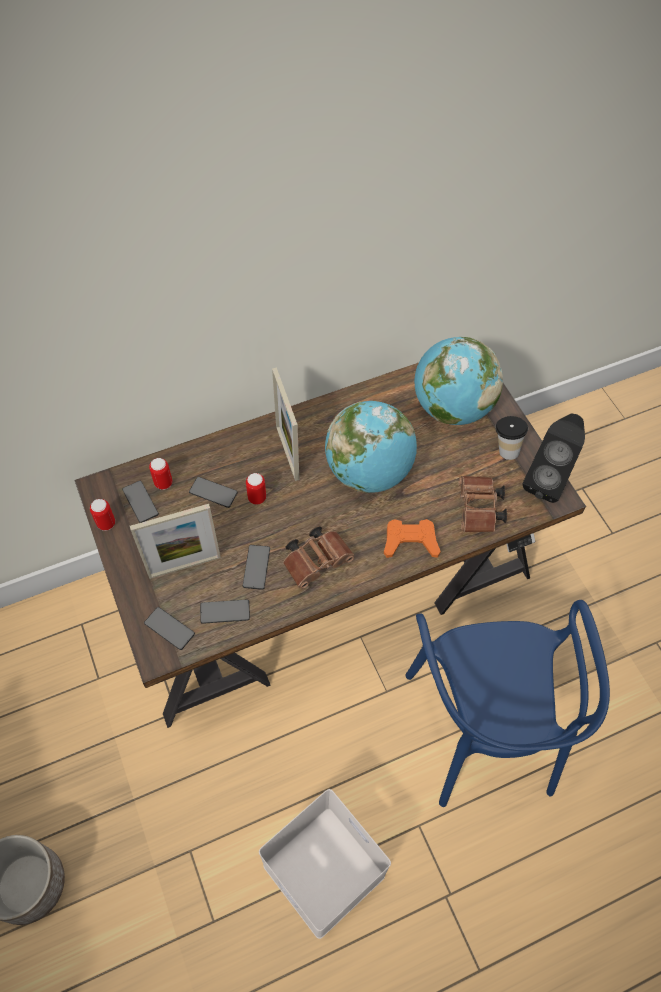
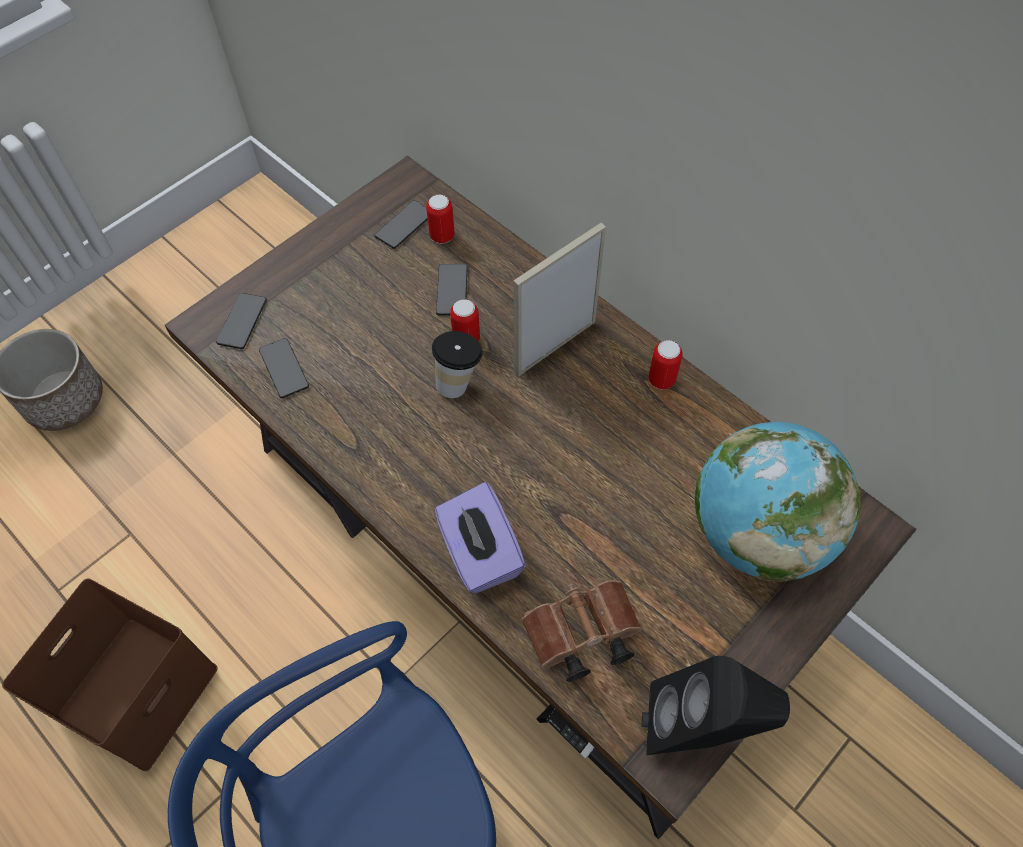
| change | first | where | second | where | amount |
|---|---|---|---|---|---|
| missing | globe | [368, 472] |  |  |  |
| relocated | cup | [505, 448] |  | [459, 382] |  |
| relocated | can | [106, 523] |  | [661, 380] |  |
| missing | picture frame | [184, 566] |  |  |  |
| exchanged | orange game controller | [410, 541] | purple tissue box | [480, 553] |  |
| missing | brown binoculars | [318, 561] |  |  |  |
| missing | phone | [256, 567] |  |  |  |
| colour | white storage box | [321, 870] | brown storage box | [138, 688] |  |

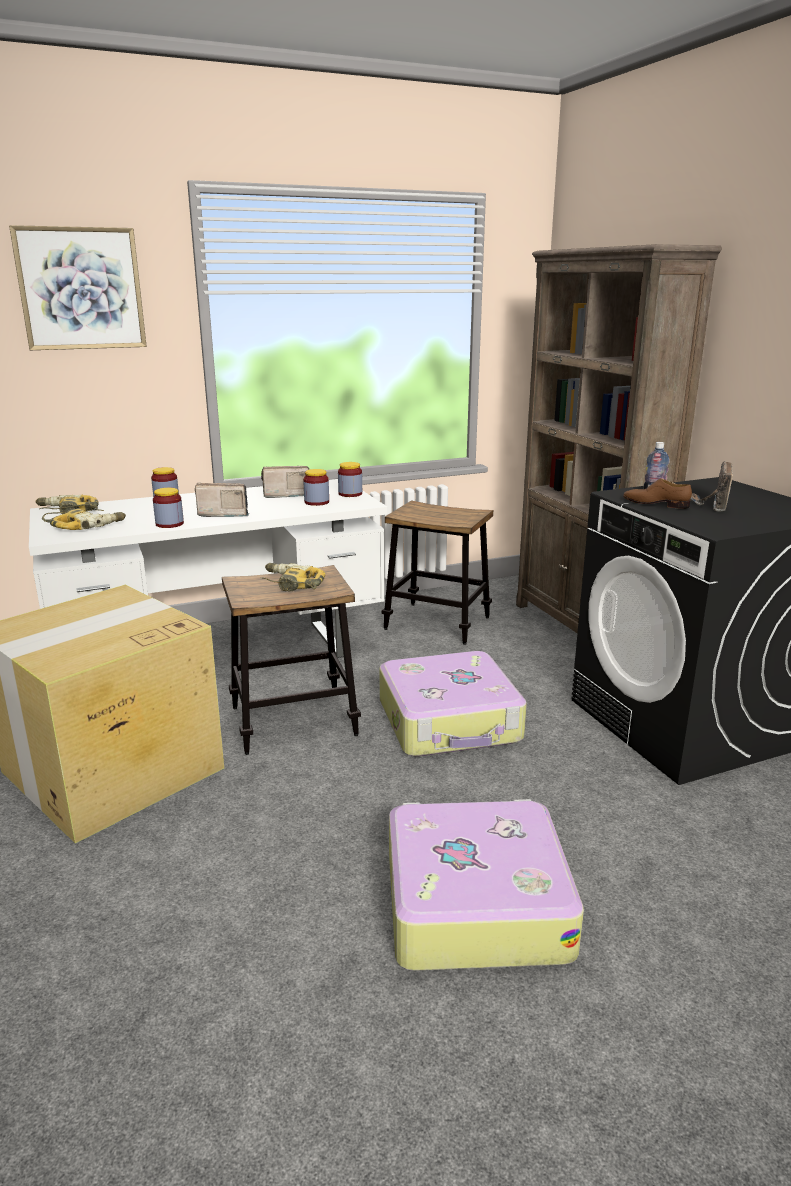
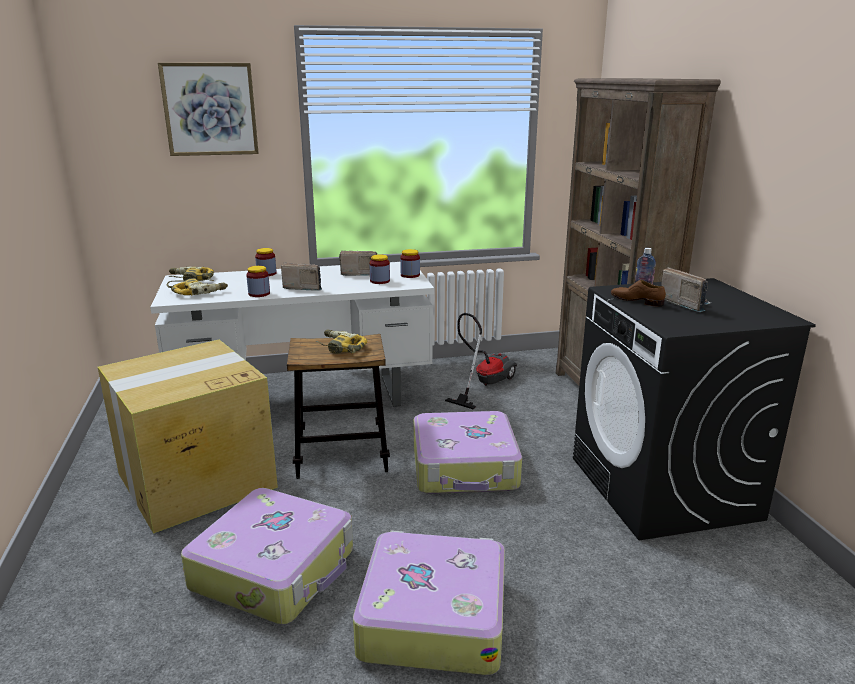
| change | first | where | second | where | amount |
|---|---|---|---|---|---|
| spun | radio | [710, 504] |  | [685, 304] | 120 degrees clockwise |
| exchanged | stool | [437, 623] | vacuum cleaner | [483, 384] |  |
| appeared |  |  | suitcase | [275, 569] |  |

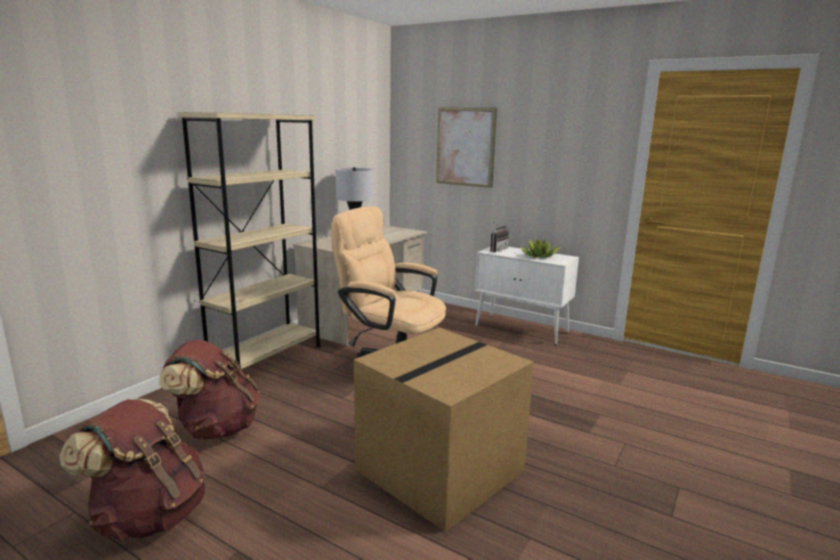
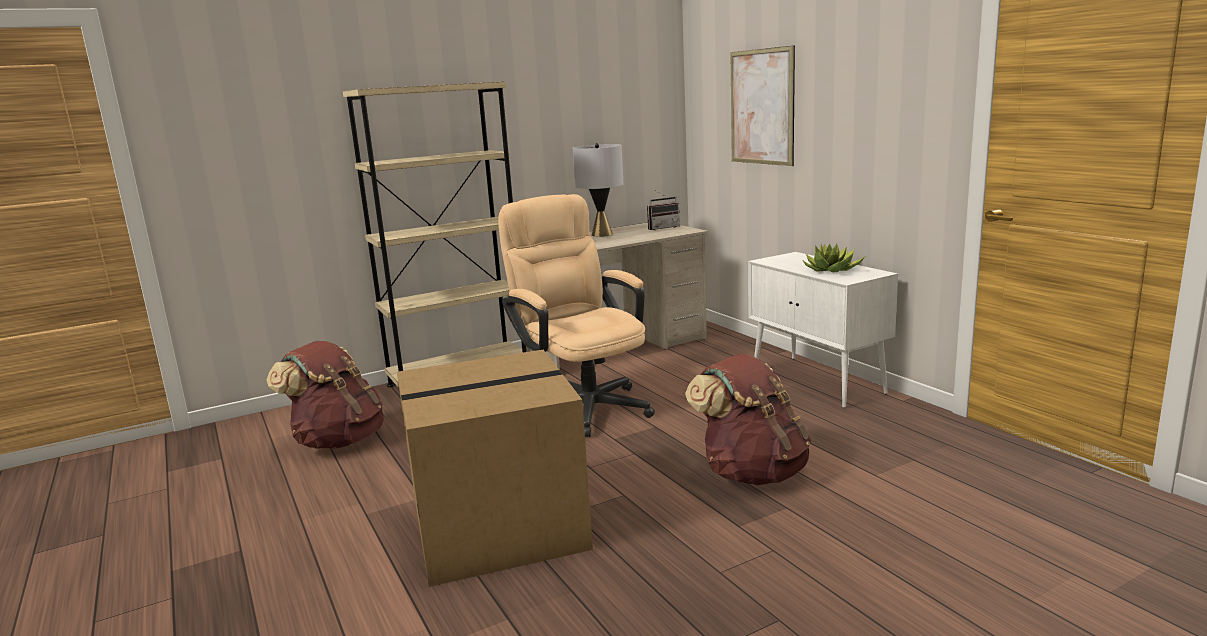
| change | first | where | second | where | amount |
|---|---|---|---|---|---|
| relocated | radio | [496, 249] |  | [662, 228] |  |
| relocated | brown backpack | [149, 515] |  | [751, 472] |  |

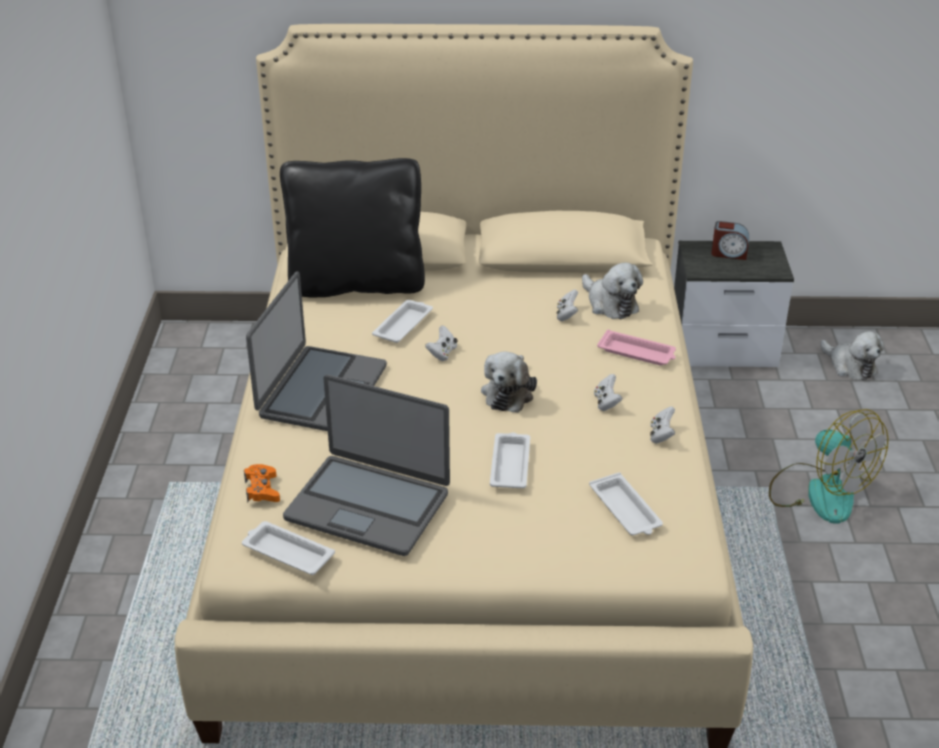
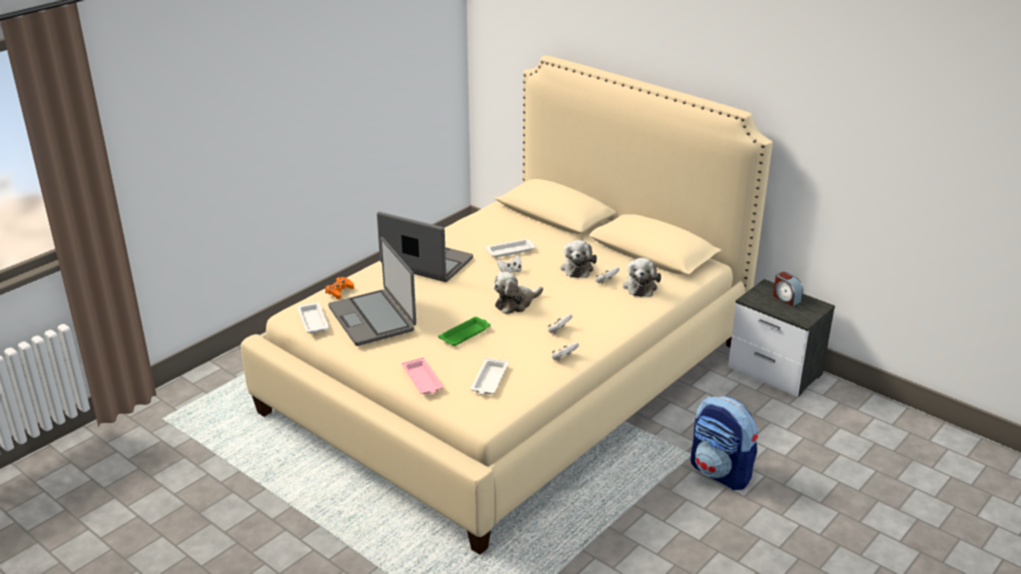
| change | first | where | second | where | amount |
|---|---|---|---|---|---|
| missing | black pillow | [356, 284] |  |  |  |
| spun | laptop | [321, 391] |  | [426, 263] | 120 degrees counterclockwise |
| relocated | pink tray | [637, 353] |  | [422, 380] |  |
| relocated | plush toy | [850, 366] |  | [577, 268] |  |
| exchanged | fan | [819, 492] | backpack | [721, 472] |  |
| colour | white tray | [510, 464] | green tray | [465, 334] |  |

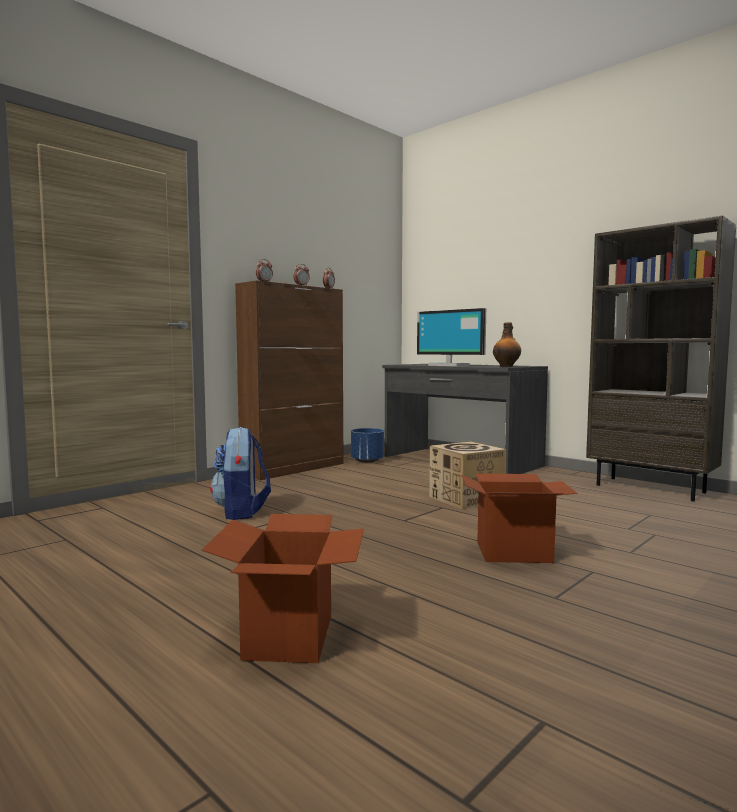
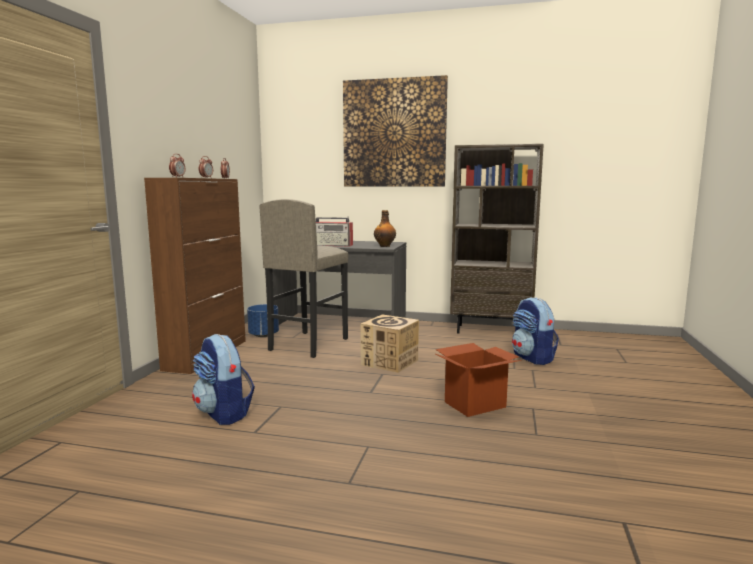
| change | first | where | second | where | amount |
|---|---|---|---|---|---|
| exchanged | monitor | [449, 365] | radio | [333, 245] |  |
| missing | cardboard box | [289, 637] |  |  |  |
| appeared |  |  | picture | [394, 133] |  |
| appeared |  |  | grey stool | [308, 344] |  |
| appeared |  |  | backpack | [532, 358] |  |

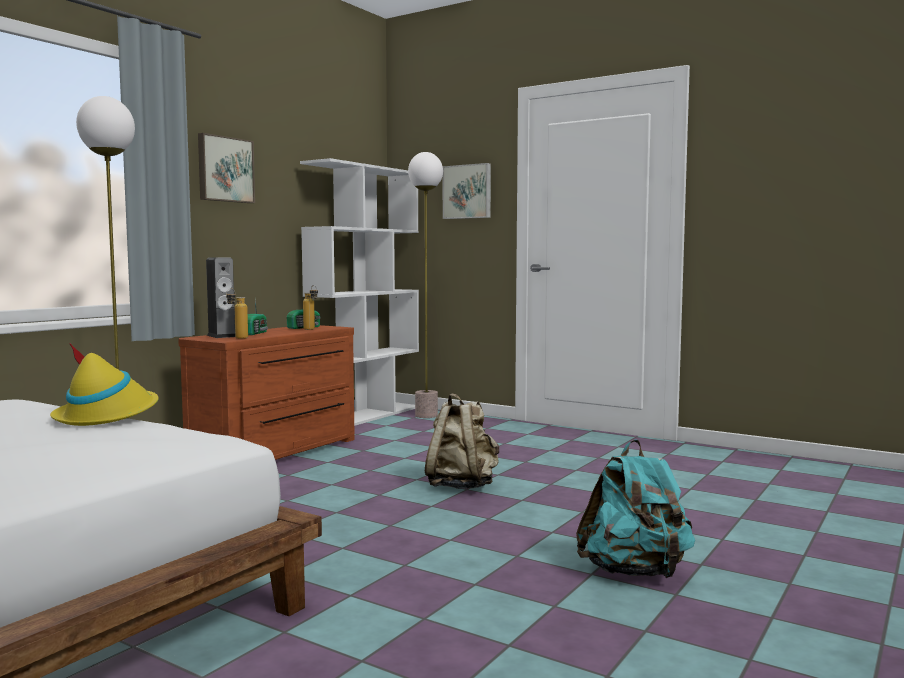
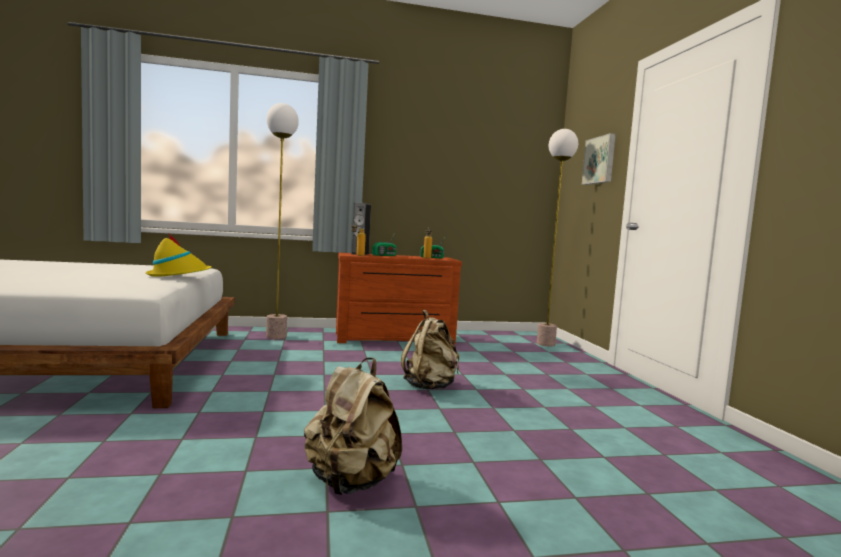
| change | first | where | second | where | amount |
|---|---|---|---|---|---|
| missing | picture | [224, 169] |  |  |  |
| missing | white bookcase | [365, 416] |  |  |  |
| colour | turquoise backpack | [634, 573] | beige backpack | [351, 483] |  |

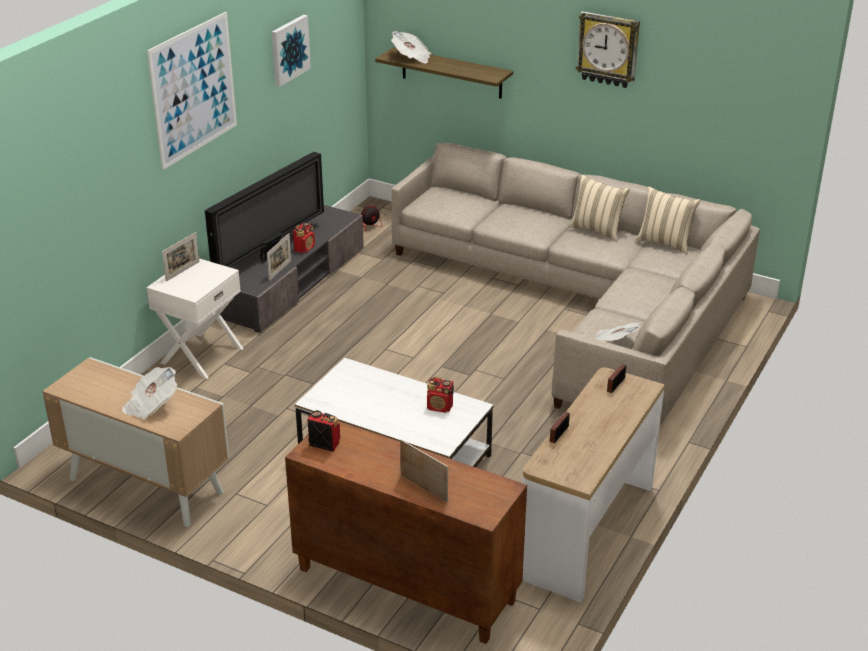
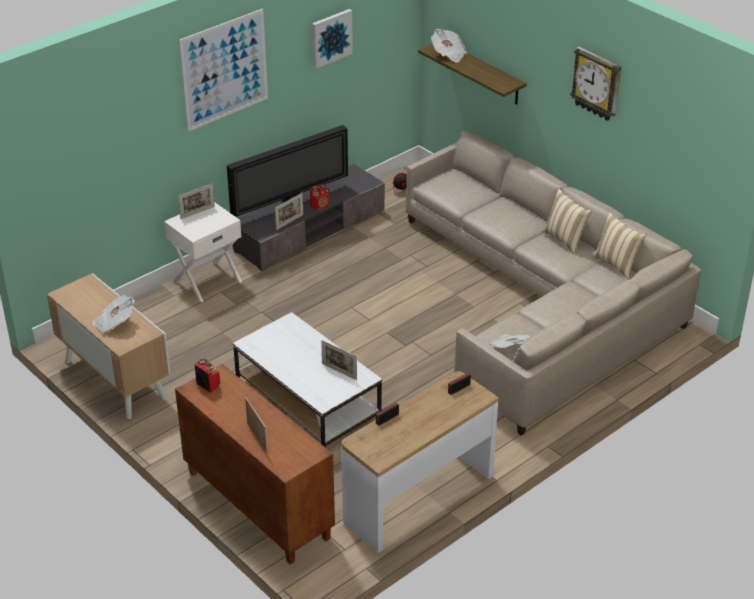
| change | first | where | second | where | amount |
|---|---|---|---|---|---|
| exchanged | radio | [440, 407] | picture frame | [339, 371] |  |

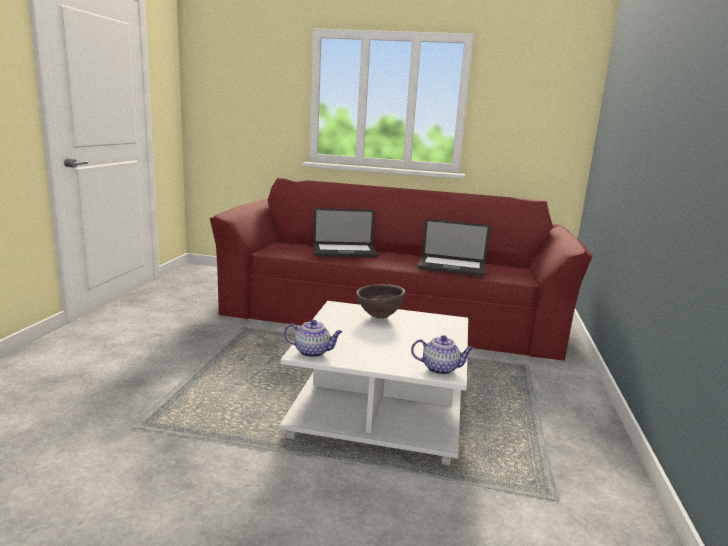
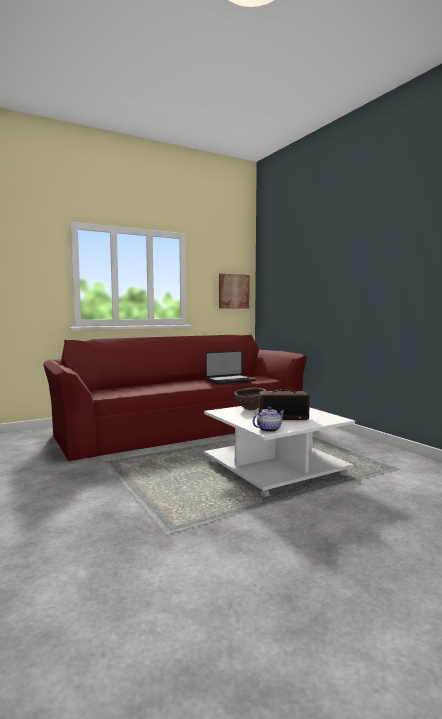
| change | first | where | second | where | amount |
|---|---|---|---|---|---|
| missing | laptop | [344, 252] |  |  |  |
| missing | teapot | [441, 369] |  |  |  |
| appeared |  |  | picture | [233, 291] |  |
| appeared |  |  | radio | [283, 417] |  |

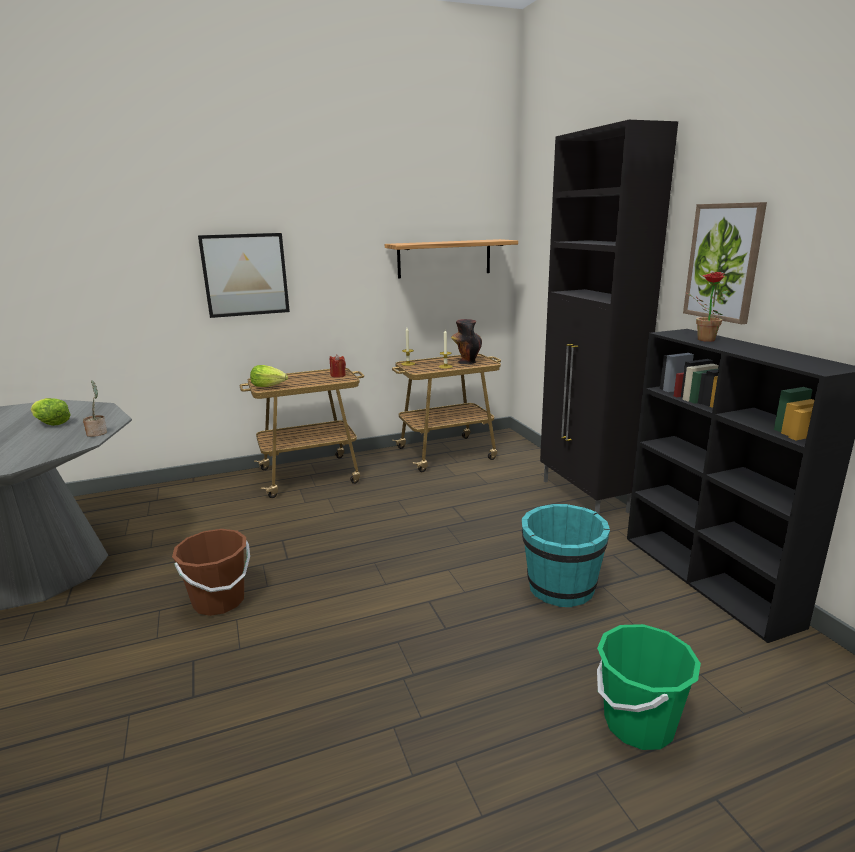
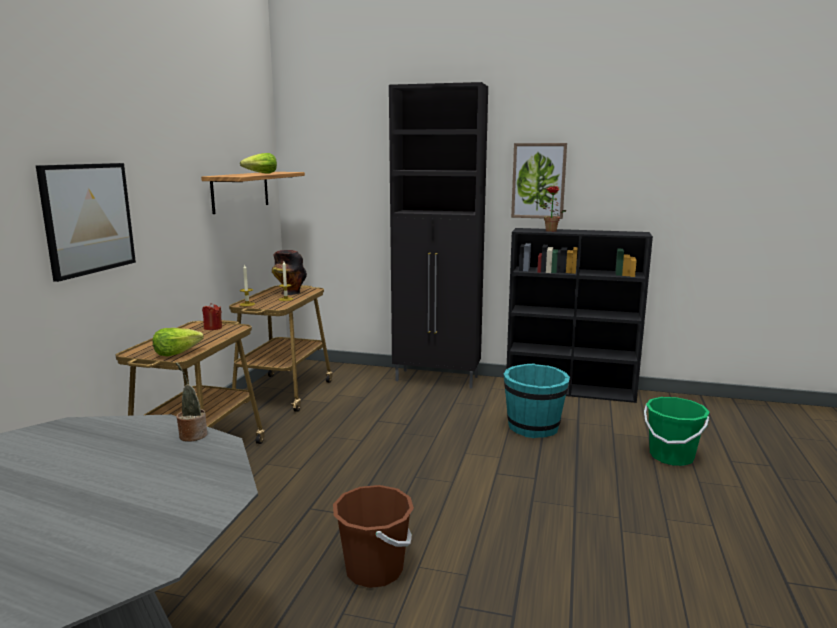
| change | first | where | second | where | amount |
|---|---|---|---|---|---|
| relocated | lettuce | [51, 423] |  | [261, 173] |  |

